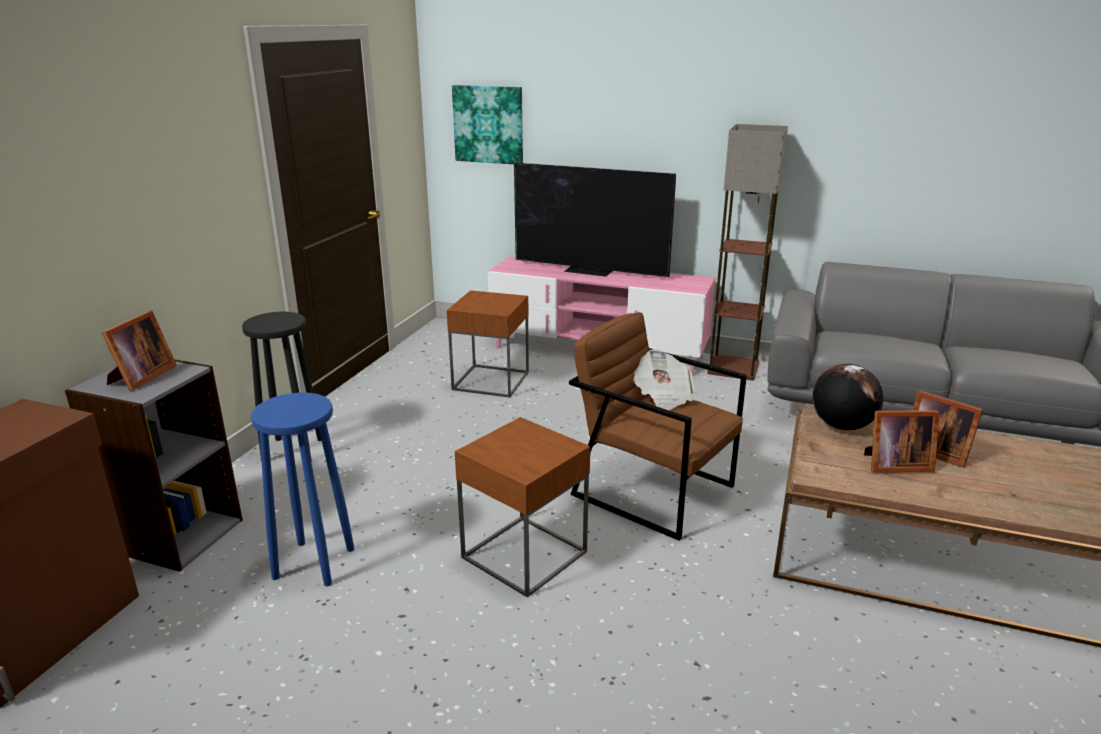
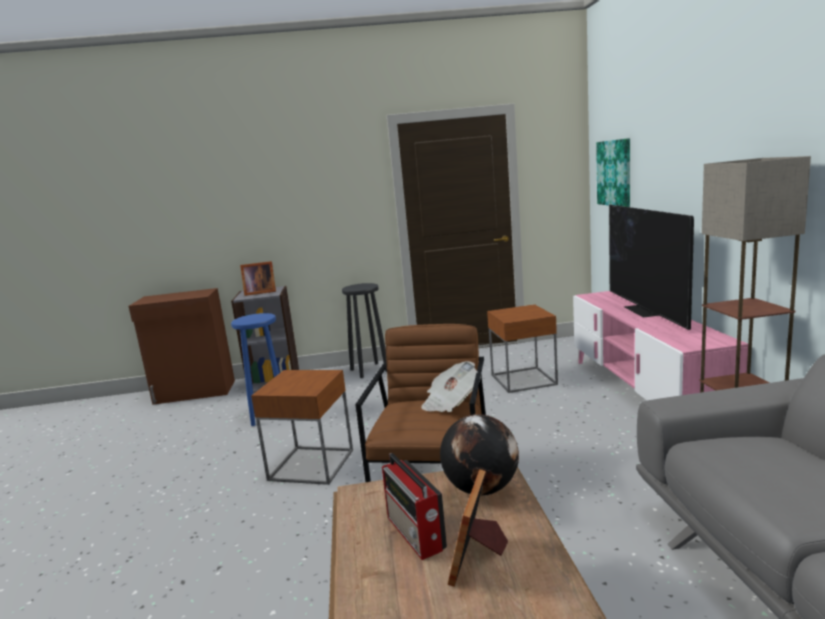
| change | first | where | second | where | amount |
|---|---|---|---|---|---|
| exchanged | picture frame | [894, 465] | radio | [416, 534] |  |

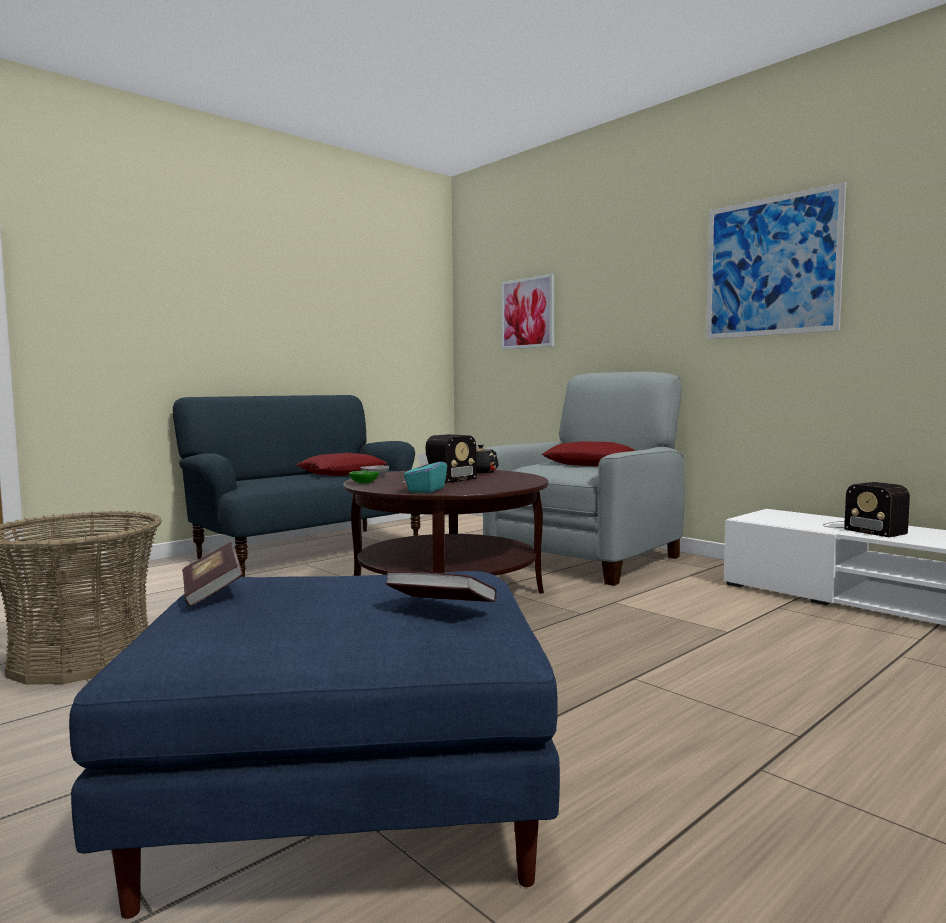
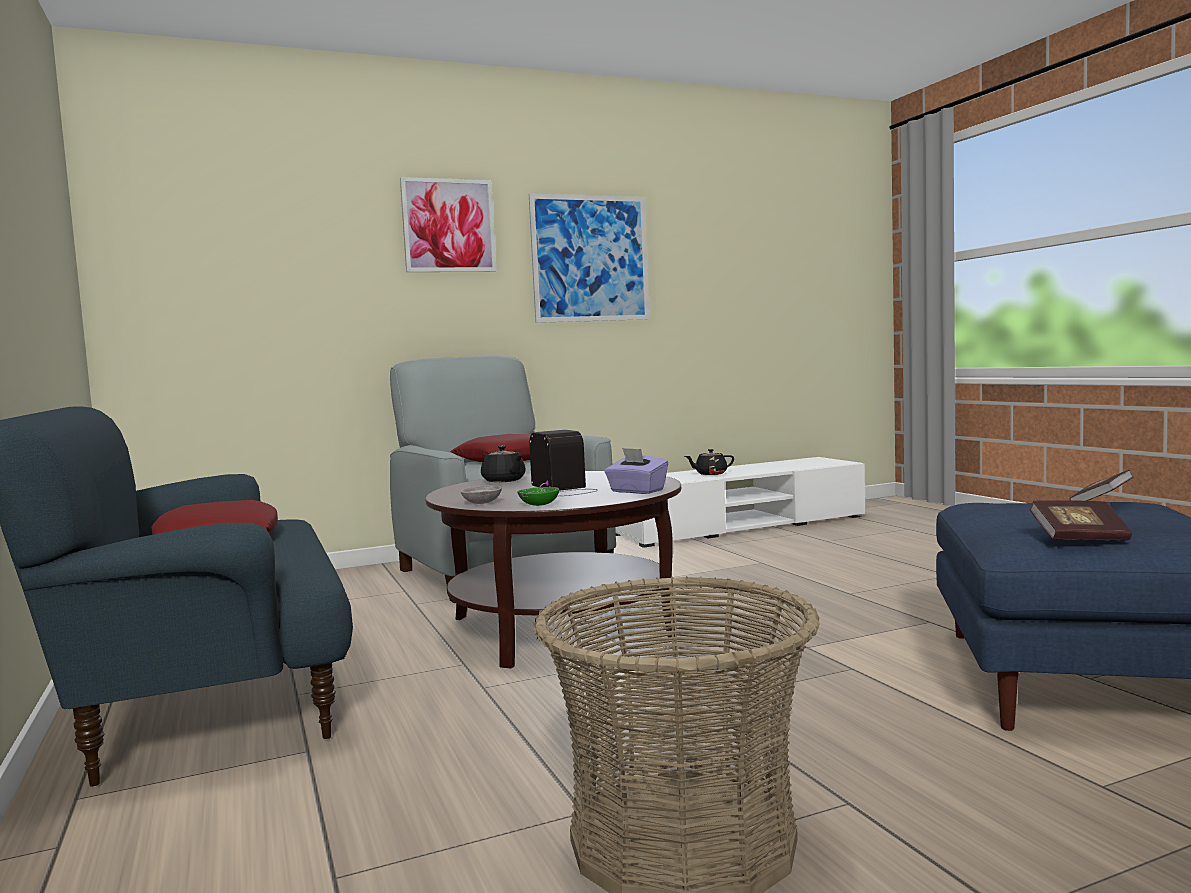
| change | first | where | second | where | amount |
|---|---|---|---|---|---|
| relocated | picture | [528, 313] |  | [448, 226] |  |
| colour | turquoise tissue box | [426, 490] | purple tissue box | [636, 491] |  |
| exchanged | radio | [861, 528] | black teapot | [710, 474] |  |

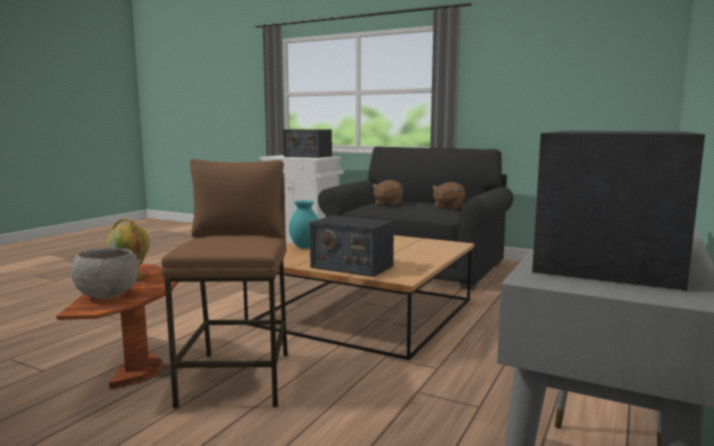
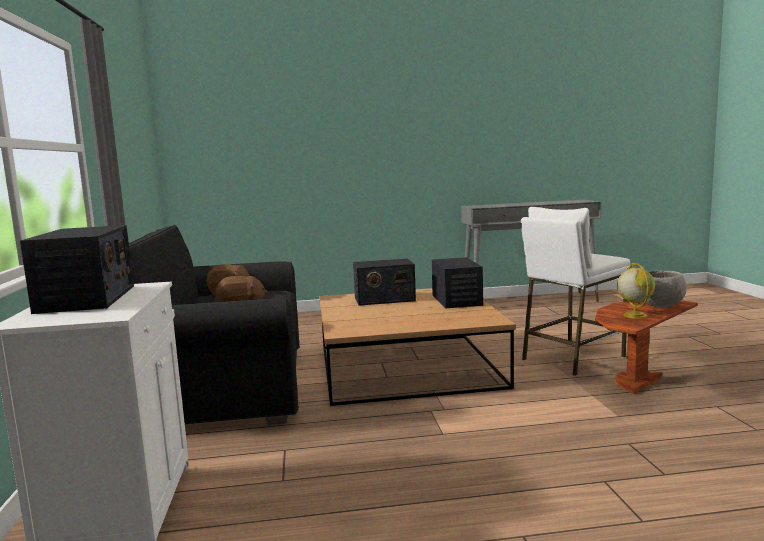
| change | first | where | second | where | amount |
|---|---|---|---|---|---|
| relocated | radio | [609, 256] |  | [384, 299] |  |
| colour | brown stool | [238, 378] | white stool | [572, 358] |  |
| missing | turquoise vase | [305, 247] |  |  |  |

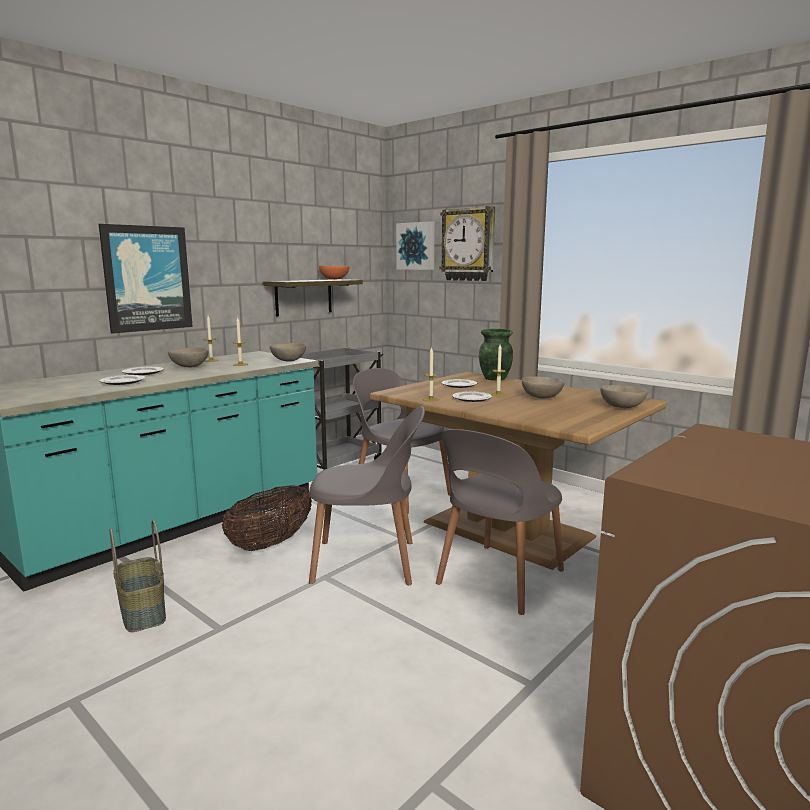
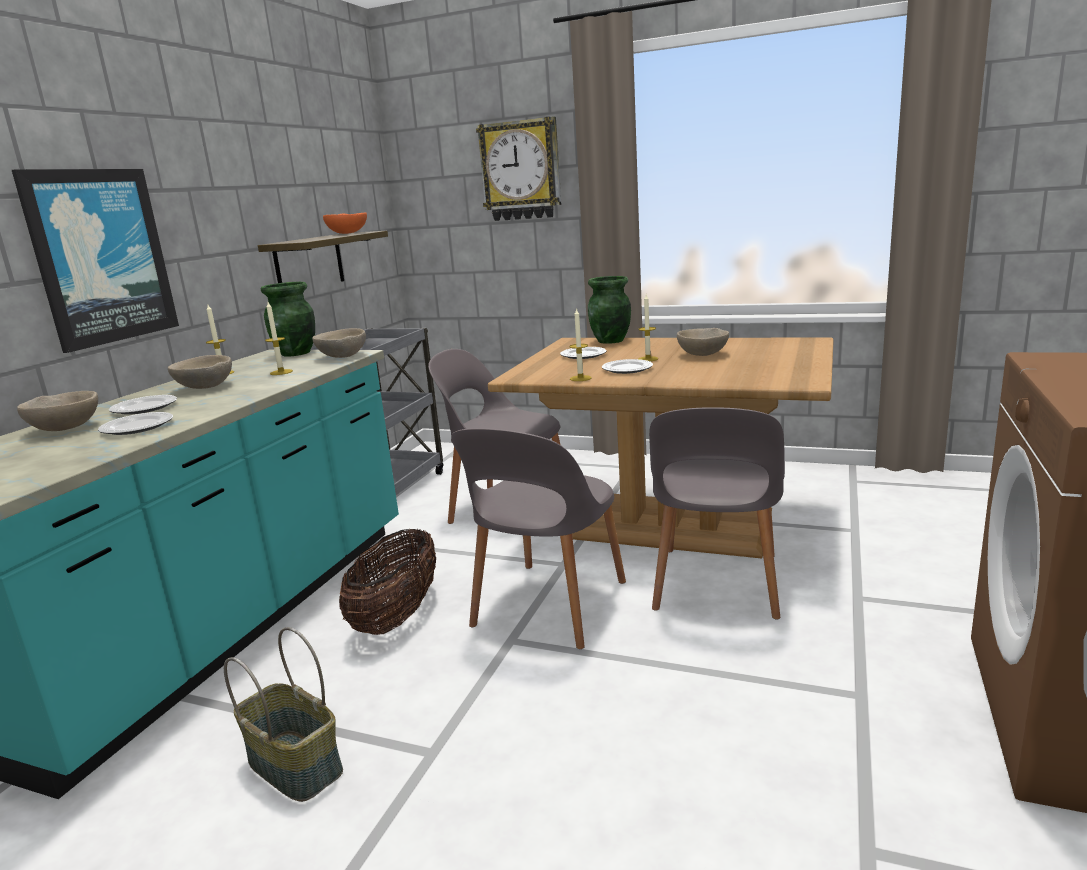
| change | first | where | second | where | amount |
|---|---|---|---|---|---|
| missing | picture | [416, 246] |  |  |  |
| relocated | beige bowl | [622, 407] |  | [66, 428] |  |
| spun | grey chair | [368, 562] |  | [548, 606] | 135 degrees clockwise |
| appeared |  |  | green vase | [296, 353] |  |

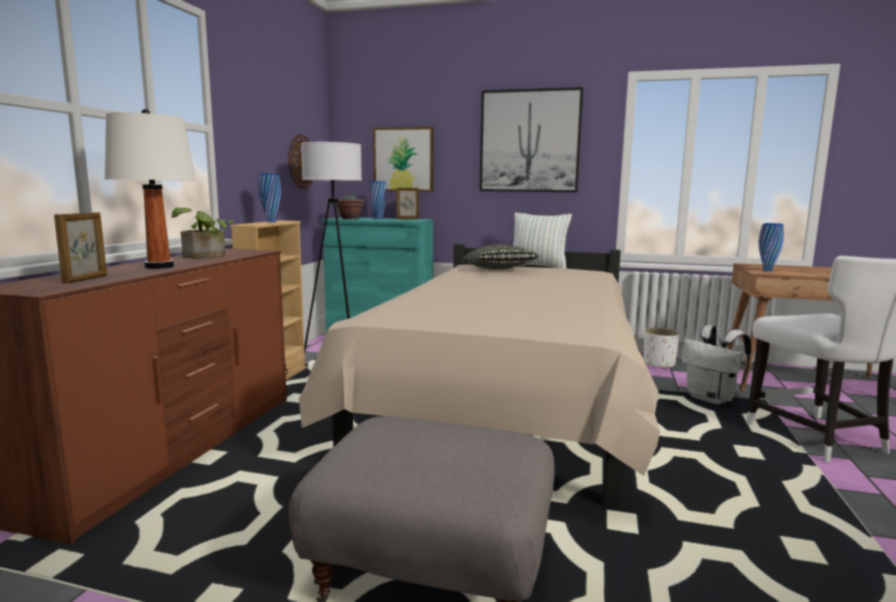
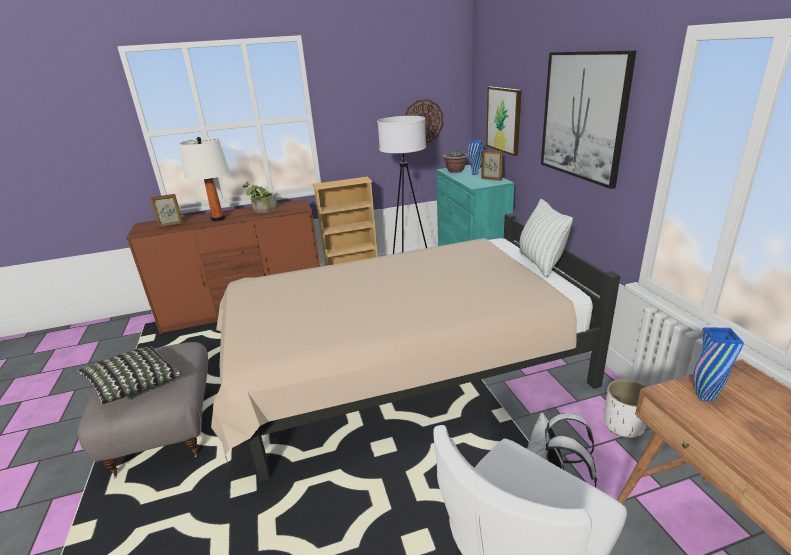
| change | first | where | second | where | amount |
|---|---|---|---|---|---|
| missing | blue vase | [271, 221] |  |  |  |
| relocated | pillow | [499, 270] |  | [134, 385] |  |

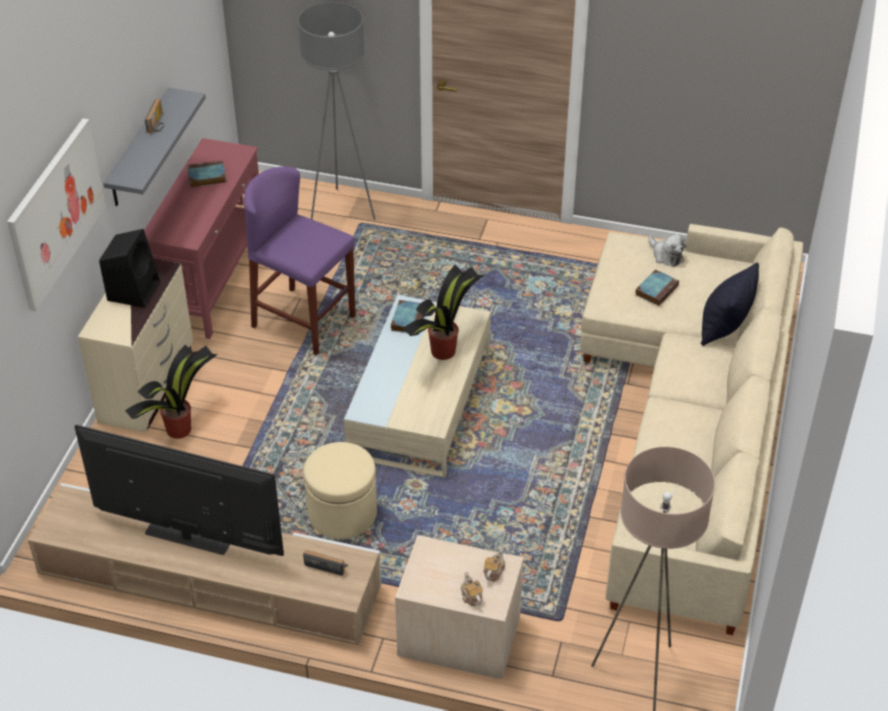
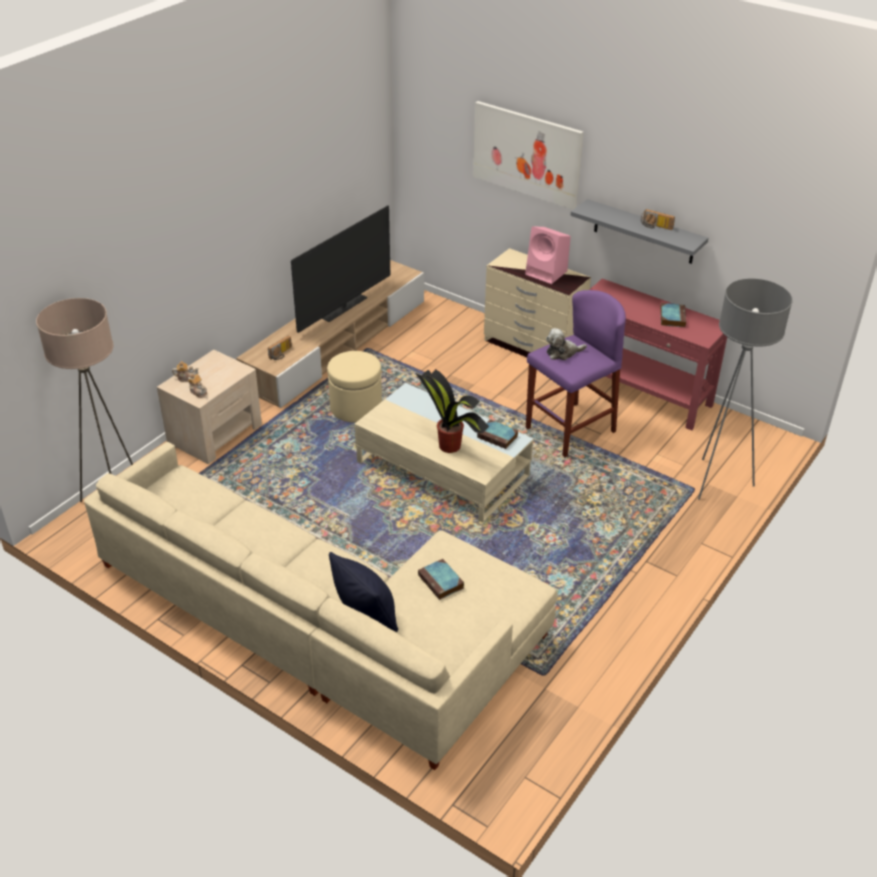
| change | first | where | second | where | amount |
|---|---|---|---|---|---|
| colour | black speaker | [134, 290] | pink speaker | [547, 273] |  |
| relocated | plush toy | [666, 256] |  | [562, 353] |  |
| missing | potted plant | [180, 428] |  |  |  |

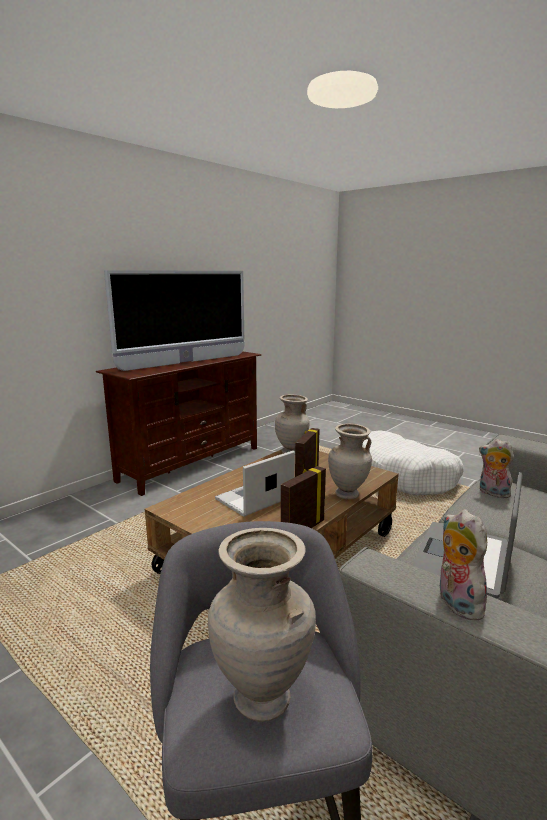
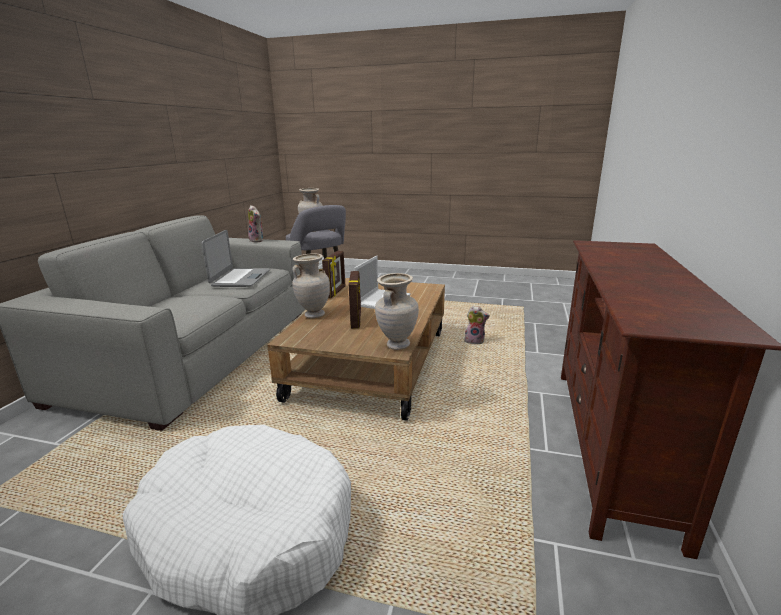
| change | first | where | second | where | amount |
|---|---|---|---|---|---|
| missing | television | [185, 362] |  |  |  |
| relocated | plush toy | [492, 493] |  | [475, 341] |  |

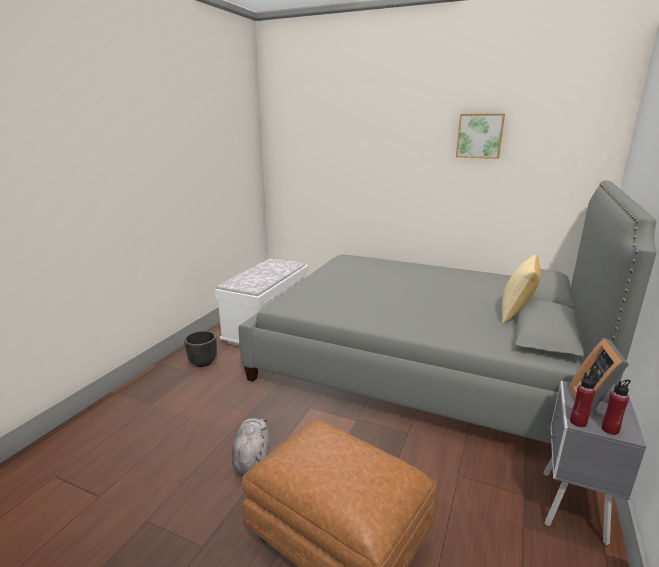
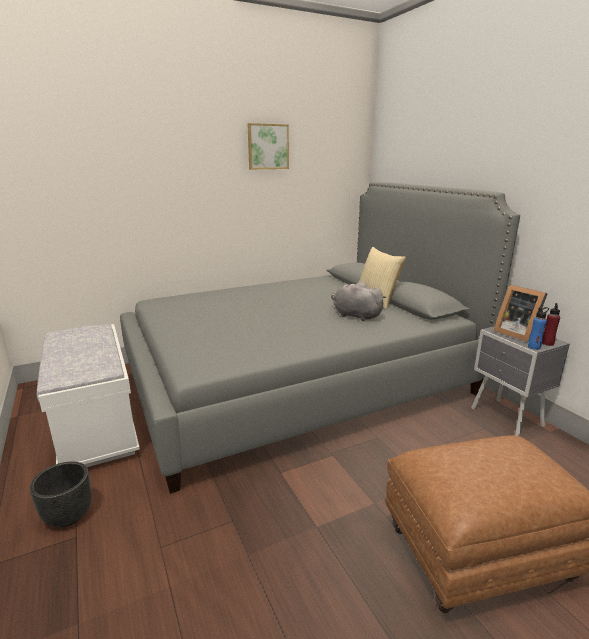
| change | first | where | second | where | amount |
|---|---|---|---|---|---|
| colour | red bottle | [578, 422] | blue bottle | [534, 347] |  |
| relocated | grey plush toy | [252, 458] |  | [355, 315] |  |

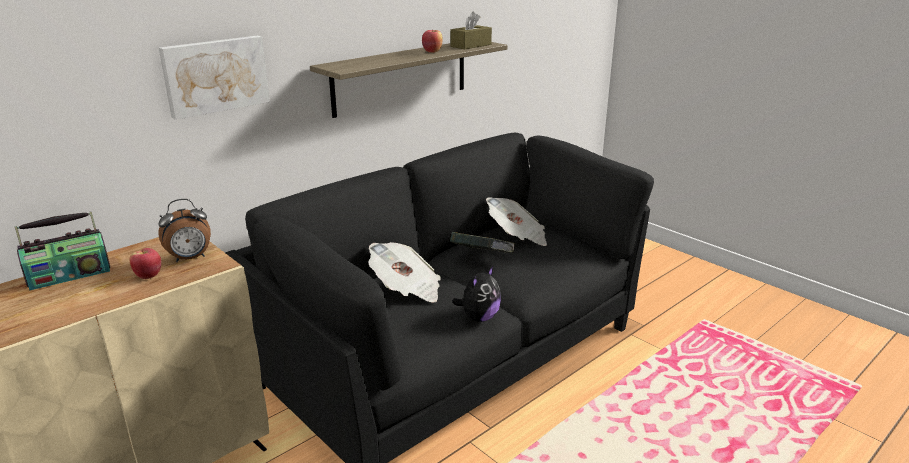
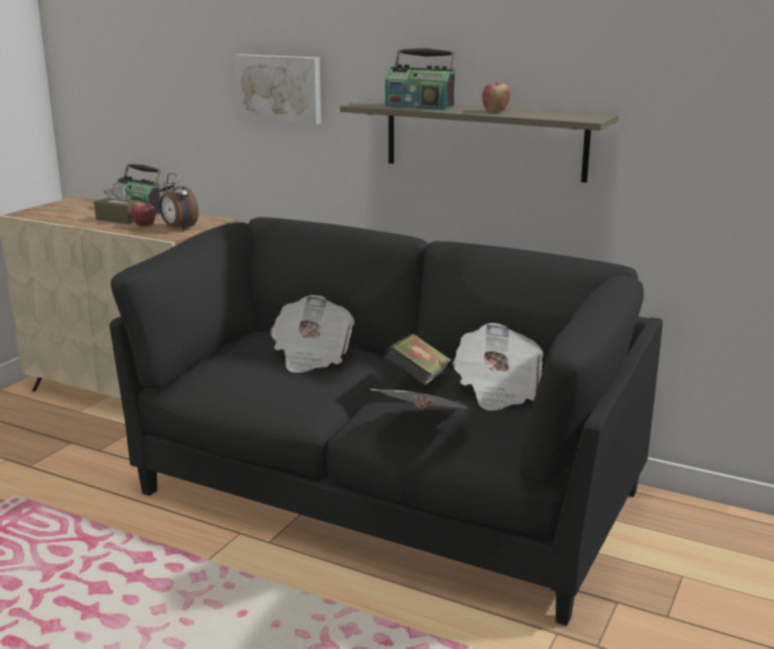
| change | first | where | second | where | amount |
|---|---|---|---|---|---|
| relocated | brown tissue box | [471, 45] |  | [119, 219] |  |
| missing | plush toy | [479, 317] |  |  |  |
| appeared |  |  | radio | [420, 106] |  |
| appeared |  |  | newspaper | [423, 424] |  |

